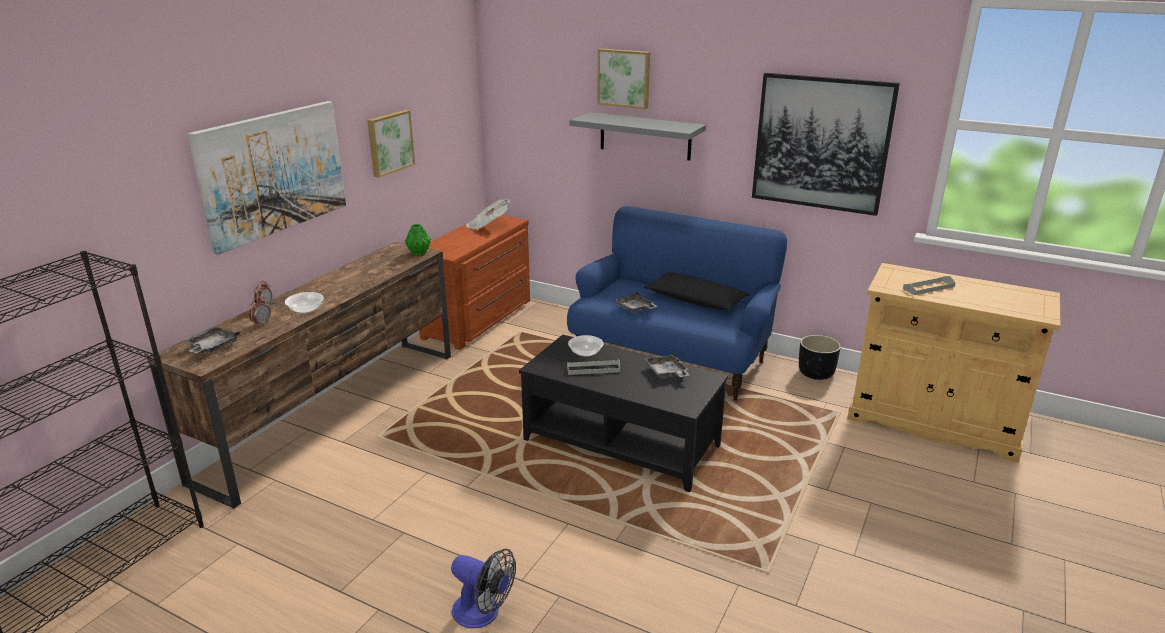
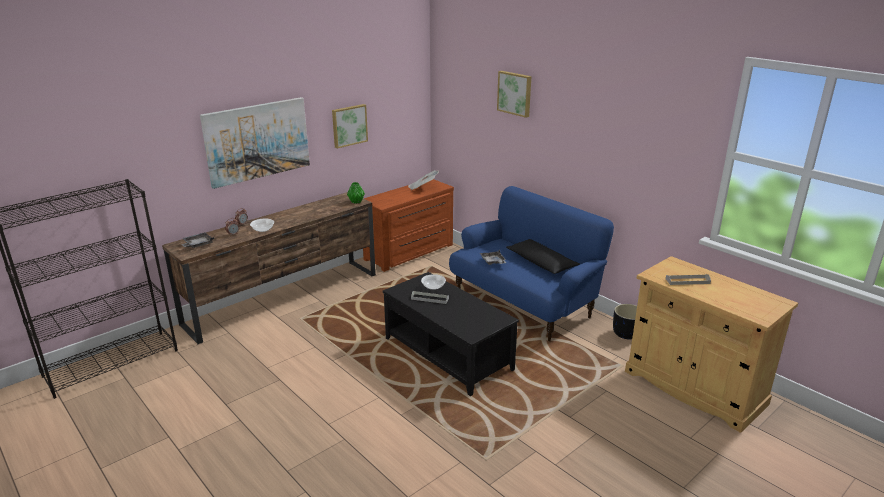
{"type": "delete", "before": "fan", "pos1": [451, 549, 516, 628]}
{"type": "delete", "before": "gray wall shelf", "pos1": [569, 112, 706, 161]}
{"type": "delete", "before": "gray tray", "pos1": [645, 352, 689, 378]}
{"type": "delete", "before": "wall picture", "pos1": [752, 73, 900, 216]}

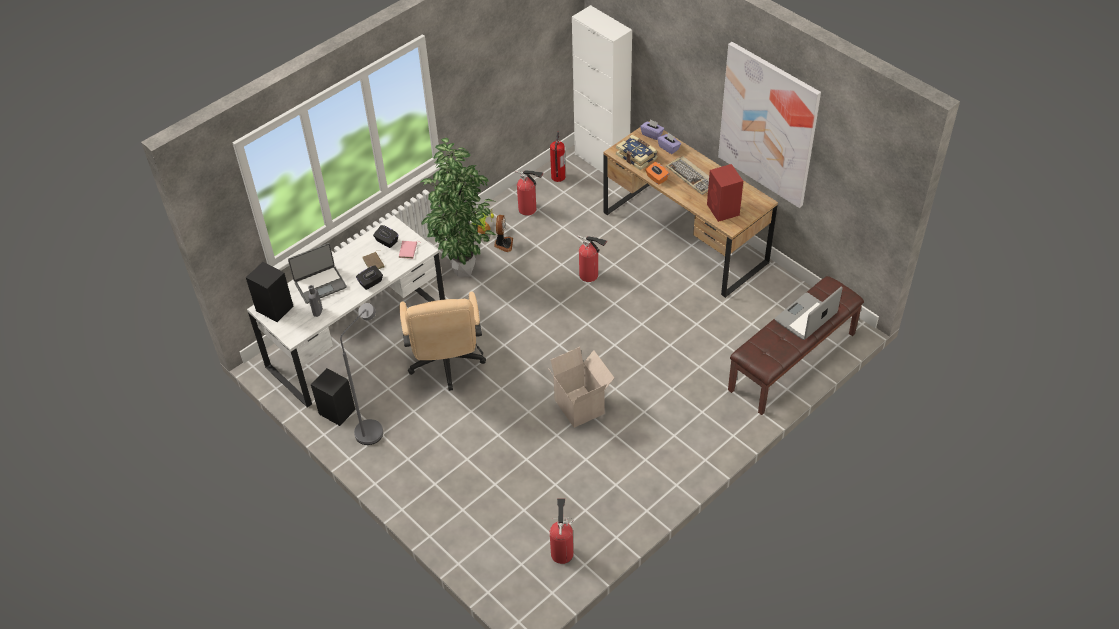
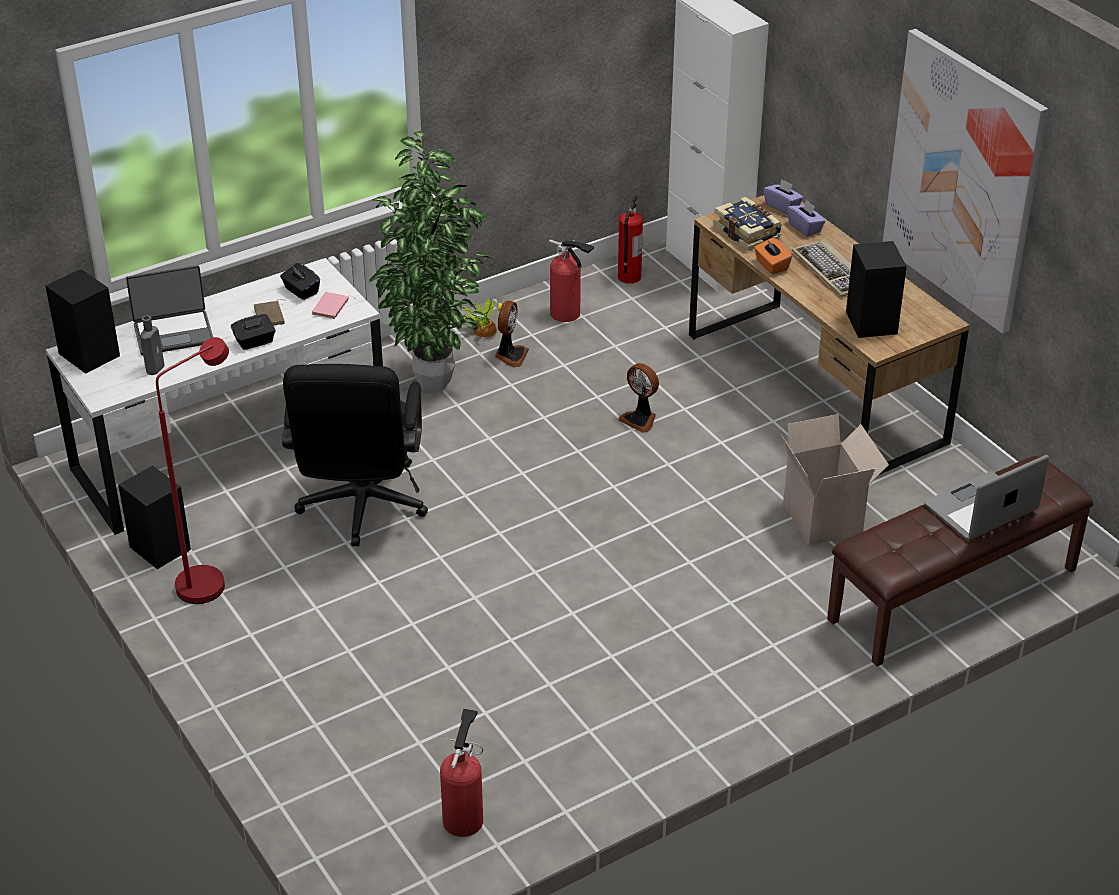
{"type": "recolor", "before": "gray floor lamp", "after": "red floor lamp", "pos1": [340, 303, 383, 445], "pos2": [156, 337, 229, 604]}
{"type": "recolor", "before": "sand-coloured office chair", "after": "blackish office chair", "pos1": [400, 291, 486, 391], "pos2": [282, 364, 428, 546]}
{"type": "replace", "before": "fire extinguisher", "after": "fan", "pos1": [577, 235, 607, 282], "pos2": [618, 363, 659, 433]}
{"type": "move", "before": "packing box", "pos1": [548, 347, 614, 428], "pos2": [781, 414, 889, 545]}
{"type": "recolor", "before": "red speaker", "after": "blackish speaker", "pos1": [707, 164, 743, 222], "pos2": [846, 241, 907, 338]}

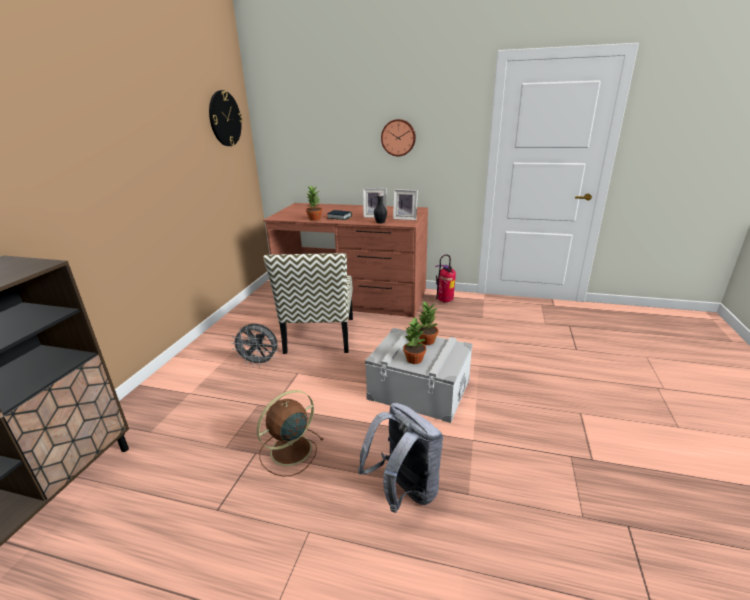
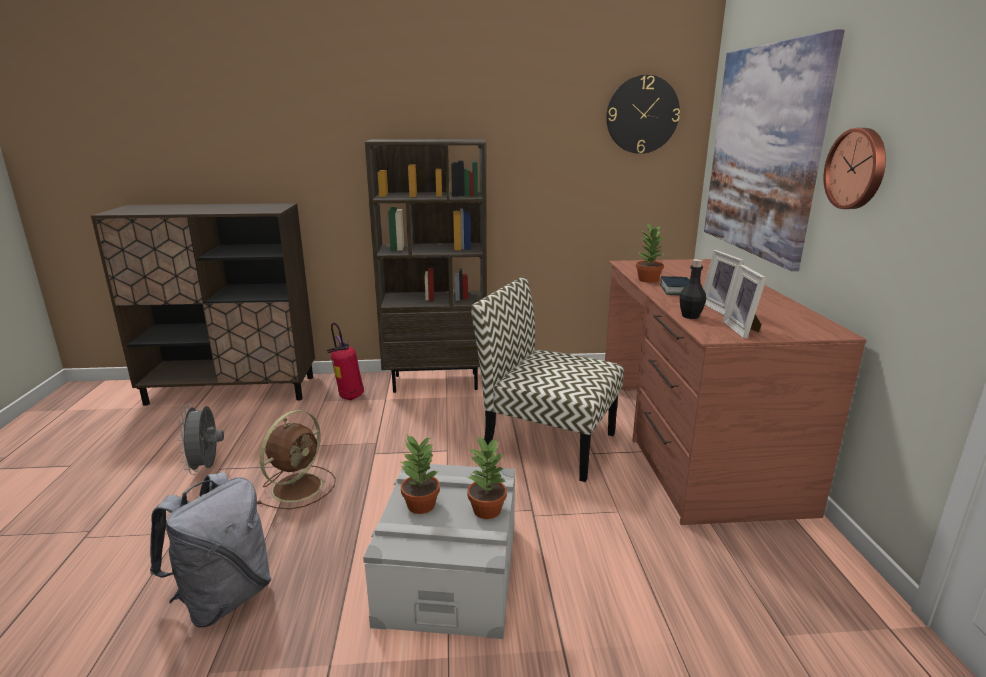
{"type": "move", "before": "gray fan", "pos1": [231, 324, 278, 367], "pos2": [177, 403, 224, 475]}
{"type": "rotate", "before": "brownish fan", "pos1": [257, 390, 324, 477], "pos2": [257, 410, 336, 509], "turn": 90}
{"type": "move", "before": "fire extinguisher", "pos1": [435, 255, 456, 303], "pos2": [327, 323, 364, 400]}
{"type": "insert", "after": "brownish shelving unit", "pos2": [365, 139, 487, 393]}
{"type": "rotate", "before": "chair", "pos1": [263, 253, 353, 354], "pos2": [471, 277, 624, 482], "turn": 45}
{"type": "insert", "after": "wall picture", "pos2": [704, 29, 844, 271]}

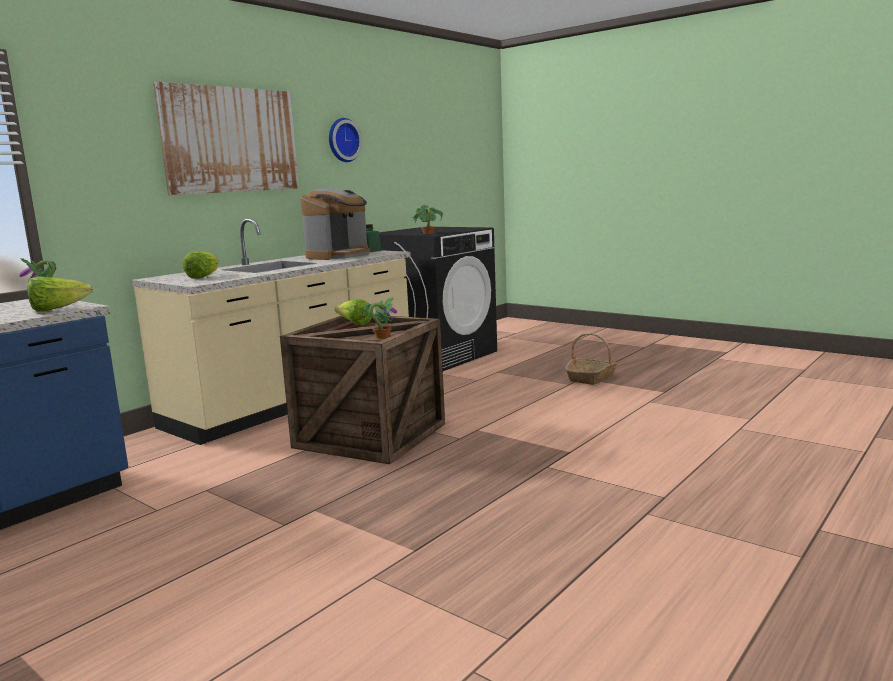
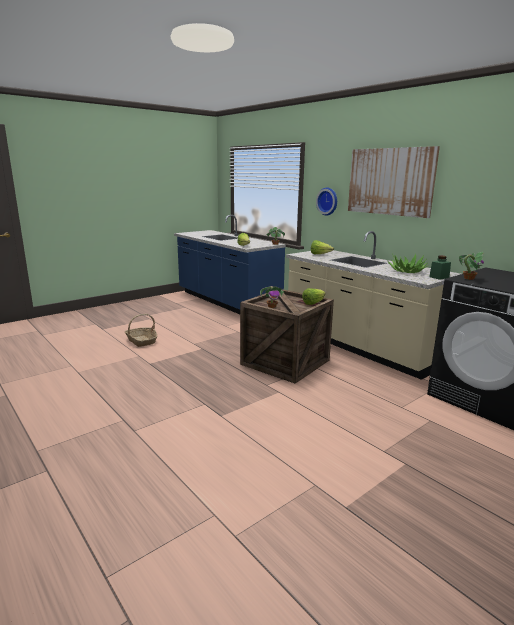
{"type": "move", "before": "storage basket", "pos1": [565, 333, 617, 385], "pos2": [125, 314, 157, 347]}
{"type": "move", "before": "wall clock", "pos1": [329, 118, 362, 162], "pos2": [316, 188, 337, 216]}
{"type": "replace", "before": "coffee brewer", "after": "plant in a pot", "pos1": [300, 188, 370, 260], "pos2": [388, 253, 429, 273]}

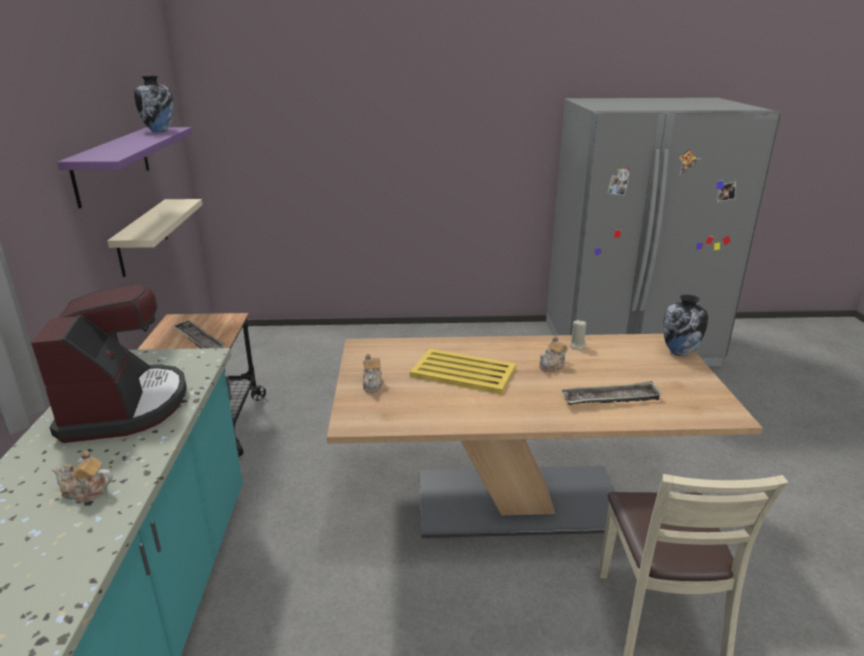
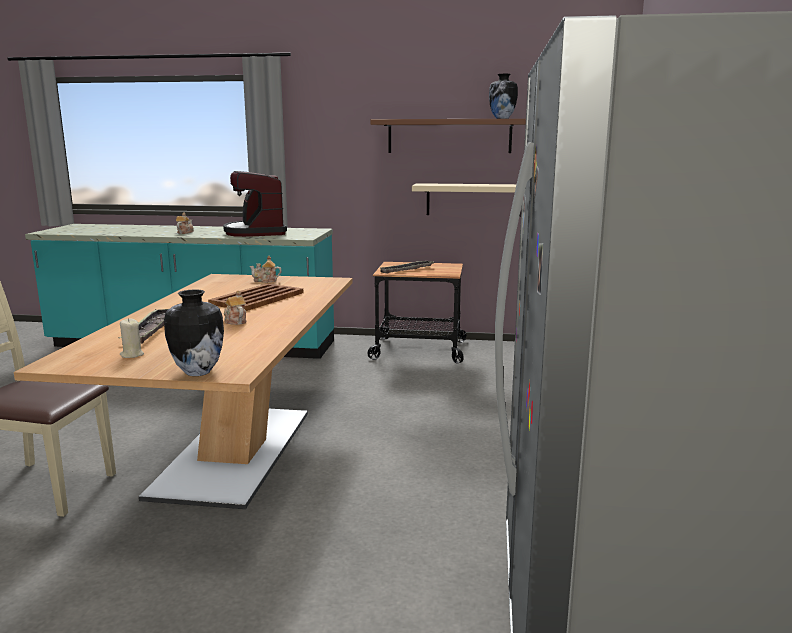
{"type": "move", "before": "sand-coloured wax light", "pos1": [569, 320, 586, 350], "pos2": [120, 318, 144, 358]}
{"type": "recolor", "before": "yellow-coloured tray", "after": "brownish tray", "pos1": [410, 349, 516, 394], "pos2": [208, 283, 303, 311]}
{"type": "rotate", "before": "coffee brewer", "pos1": [31, 283, 187, 443], "pos2": [223, 171, 287, 237], "turn": 75}
{"type": "recolor", "before": "purple wall shelf", "after": "brownish wall shelf", "pos1": [57, 127, 192, 209], "pos2": [370, 119, 526, 153]}

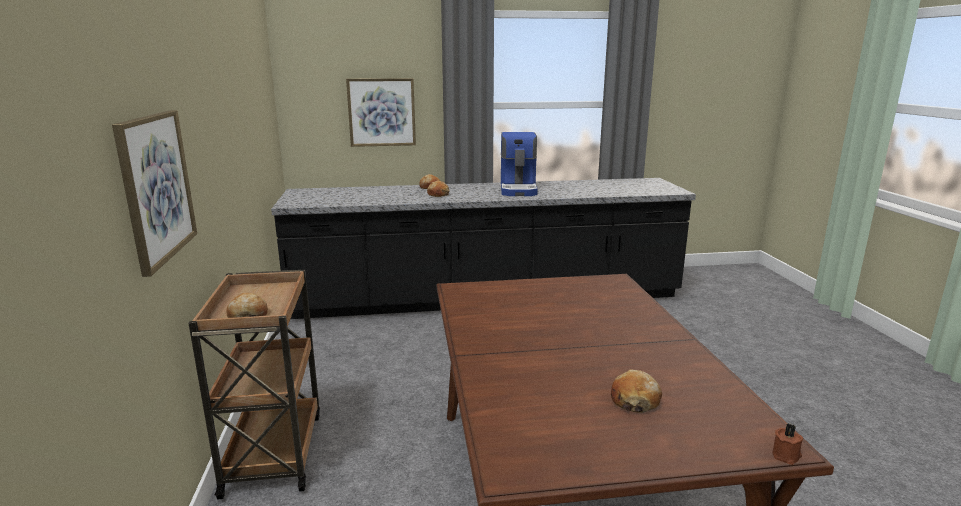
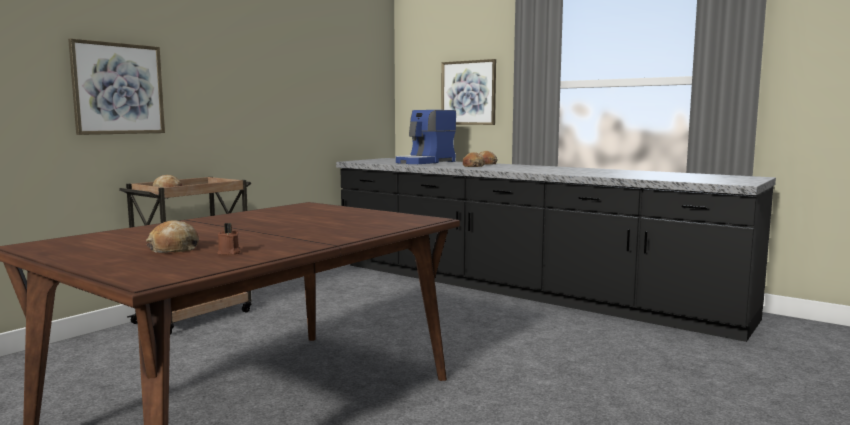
{"type": "move", "before": "brownish wax light", "pos1": [772, 424, 803, 465], "pos2": [218, 223, 240, 254]}
{"type": "move", "before": "coffee brewer", "pos1": [501, 132, 538, 196], "pos2": [396, 110, 456, 164]}

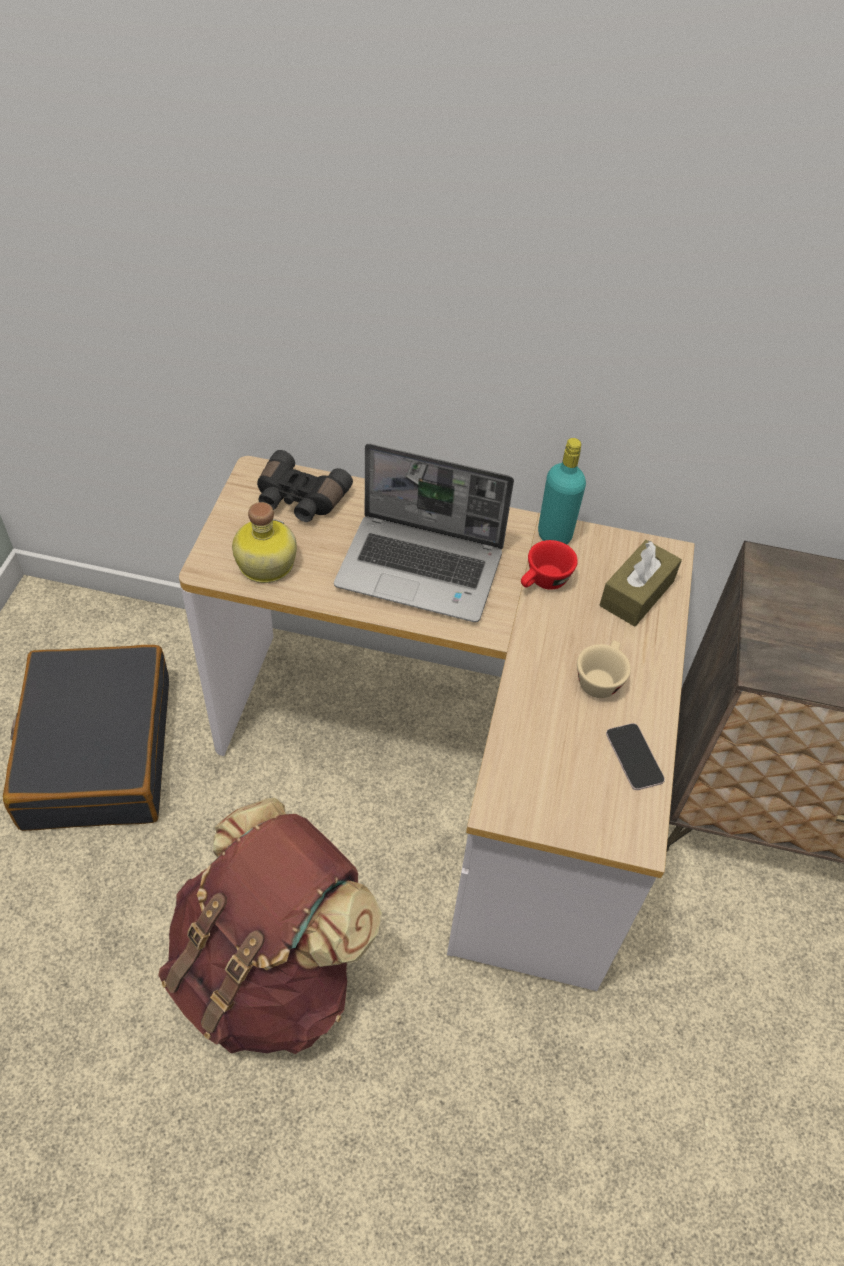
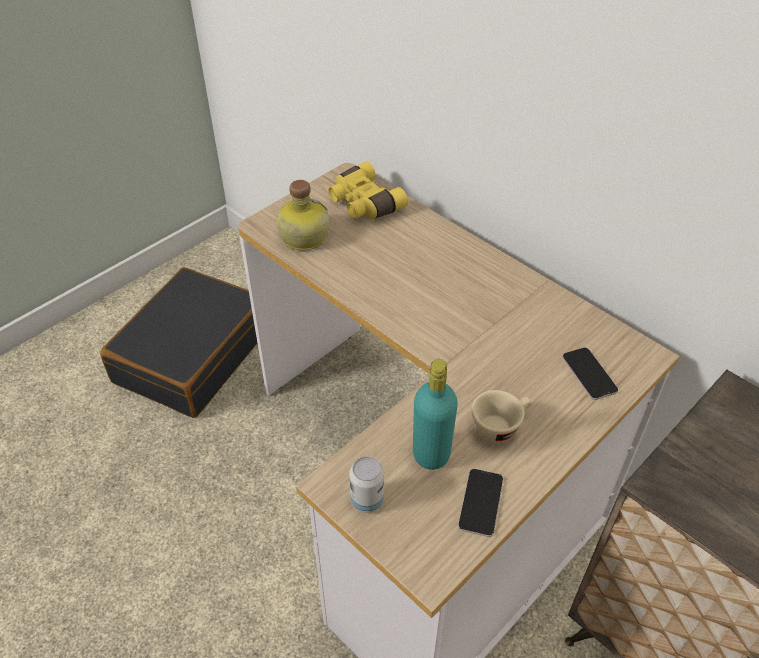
{"type": "recolor", "before": "blackish binoculars", "after": "yellow-coloured binoculars", "pos1": [257, 450, 353, 522], "pos2": [329, 162, 408, 219]}
{"type": "insert", "after": "metal can", "pos2": [349, 457, 384, 513]}
{"type": "move", "before": "turquoise drink bottle", "pos1": [538, 438, 586, 544], "pos2": [413, 359, 458, 470]}
{"type": "replace", "before": "brownish tissue box", "after": "telephone", "pos1": [600, 540, 682, 626], "pos2": [562, 347, 619, 400]}
{"type": "delete", "before": "brownish knapsack", "pos1": [158, 798, 382, 1054]}
{"type": "delete", "before": "portable computer", "pos1": [334, 443, 514, 622]}
{"type": "delete", "before": "red small cup", "pos1": [521, 540, 578, 590]}

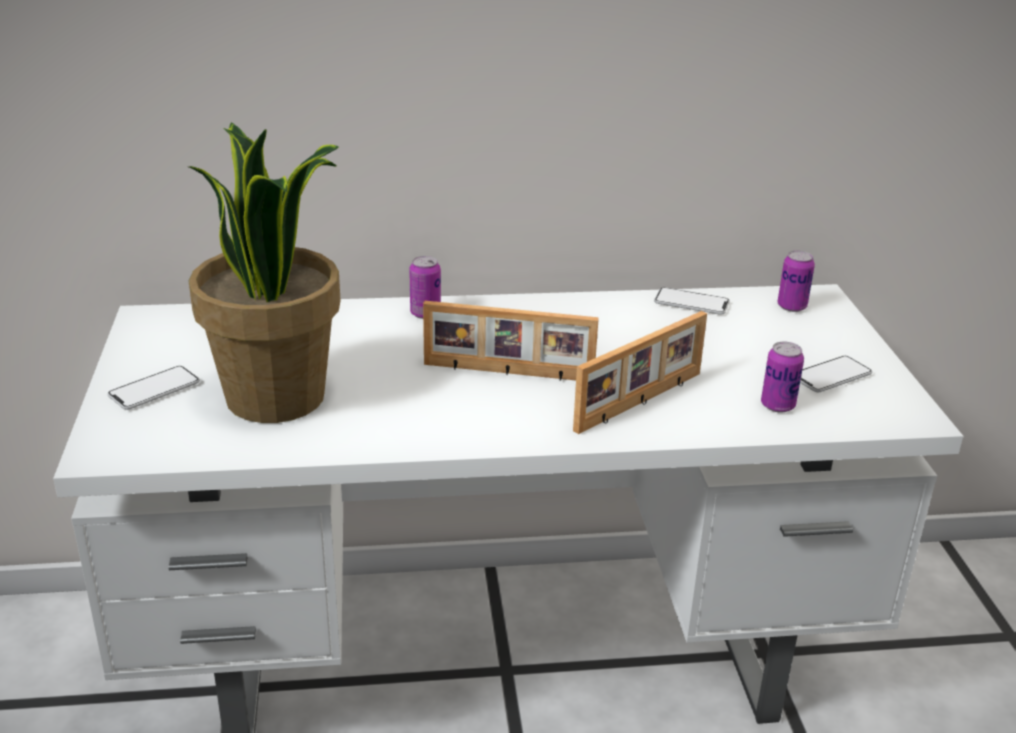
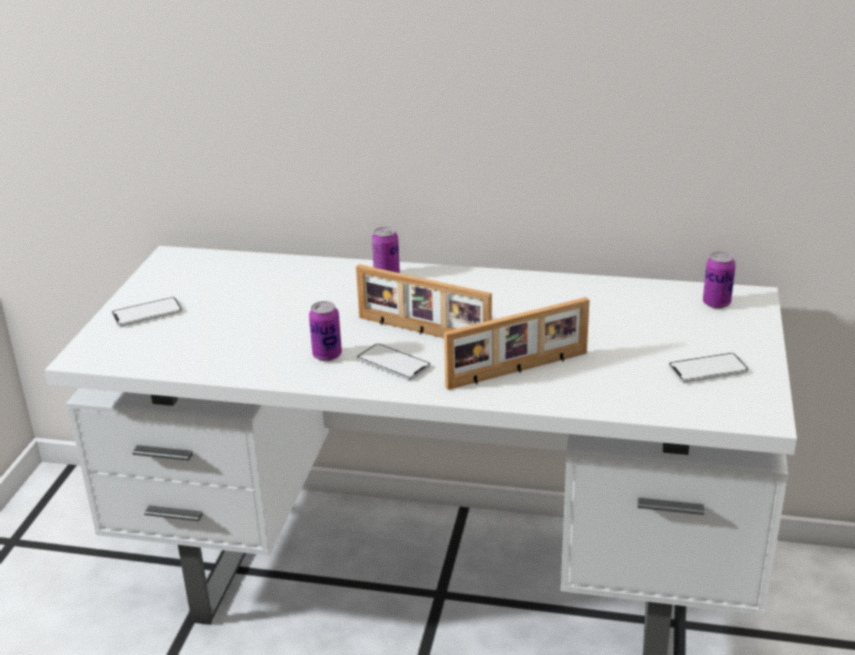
{"type": "move", "before": "metal can", "pos1": [761, 342, 804, 412], "pos2": [309, 301, 342, 361]}
{"type": "move", "before": "telephone", "pos1": [654, 287, 730, 315], "pos2": [357, 344, 431, 380]}
{"type": "delete", "before": "plant in a pot", "pos1": [189, 122, 341, 423]}

